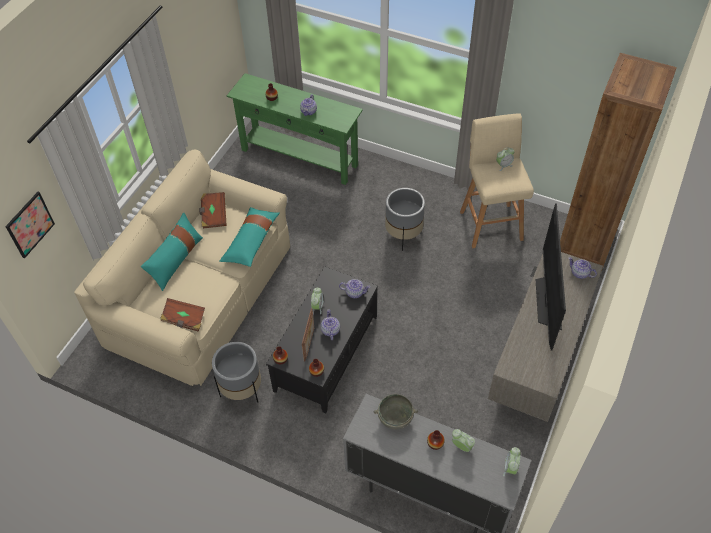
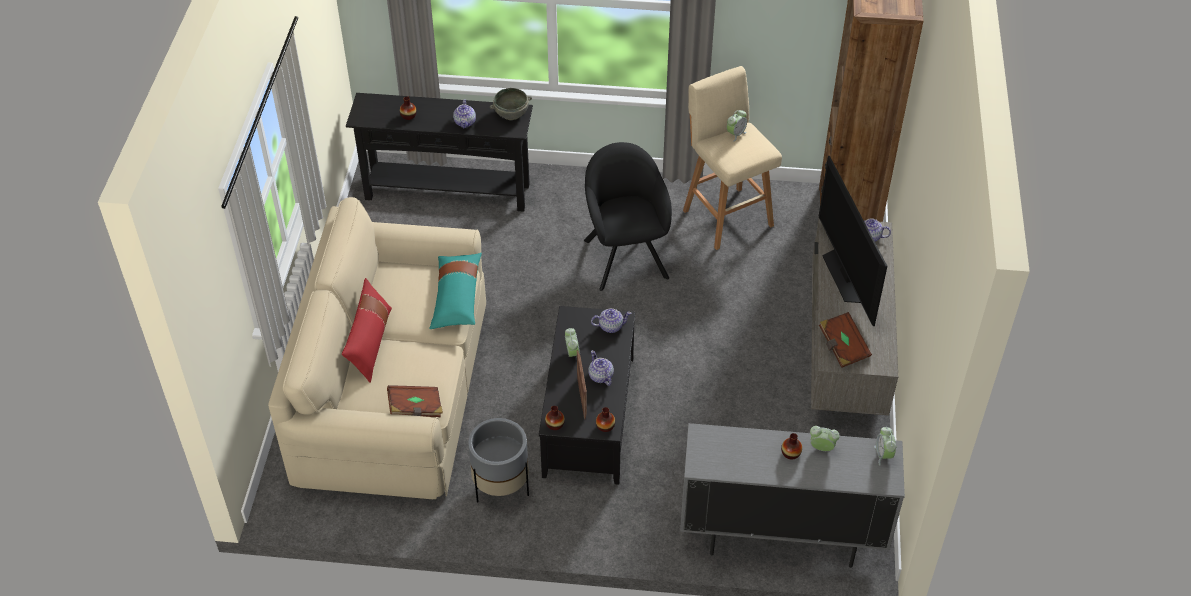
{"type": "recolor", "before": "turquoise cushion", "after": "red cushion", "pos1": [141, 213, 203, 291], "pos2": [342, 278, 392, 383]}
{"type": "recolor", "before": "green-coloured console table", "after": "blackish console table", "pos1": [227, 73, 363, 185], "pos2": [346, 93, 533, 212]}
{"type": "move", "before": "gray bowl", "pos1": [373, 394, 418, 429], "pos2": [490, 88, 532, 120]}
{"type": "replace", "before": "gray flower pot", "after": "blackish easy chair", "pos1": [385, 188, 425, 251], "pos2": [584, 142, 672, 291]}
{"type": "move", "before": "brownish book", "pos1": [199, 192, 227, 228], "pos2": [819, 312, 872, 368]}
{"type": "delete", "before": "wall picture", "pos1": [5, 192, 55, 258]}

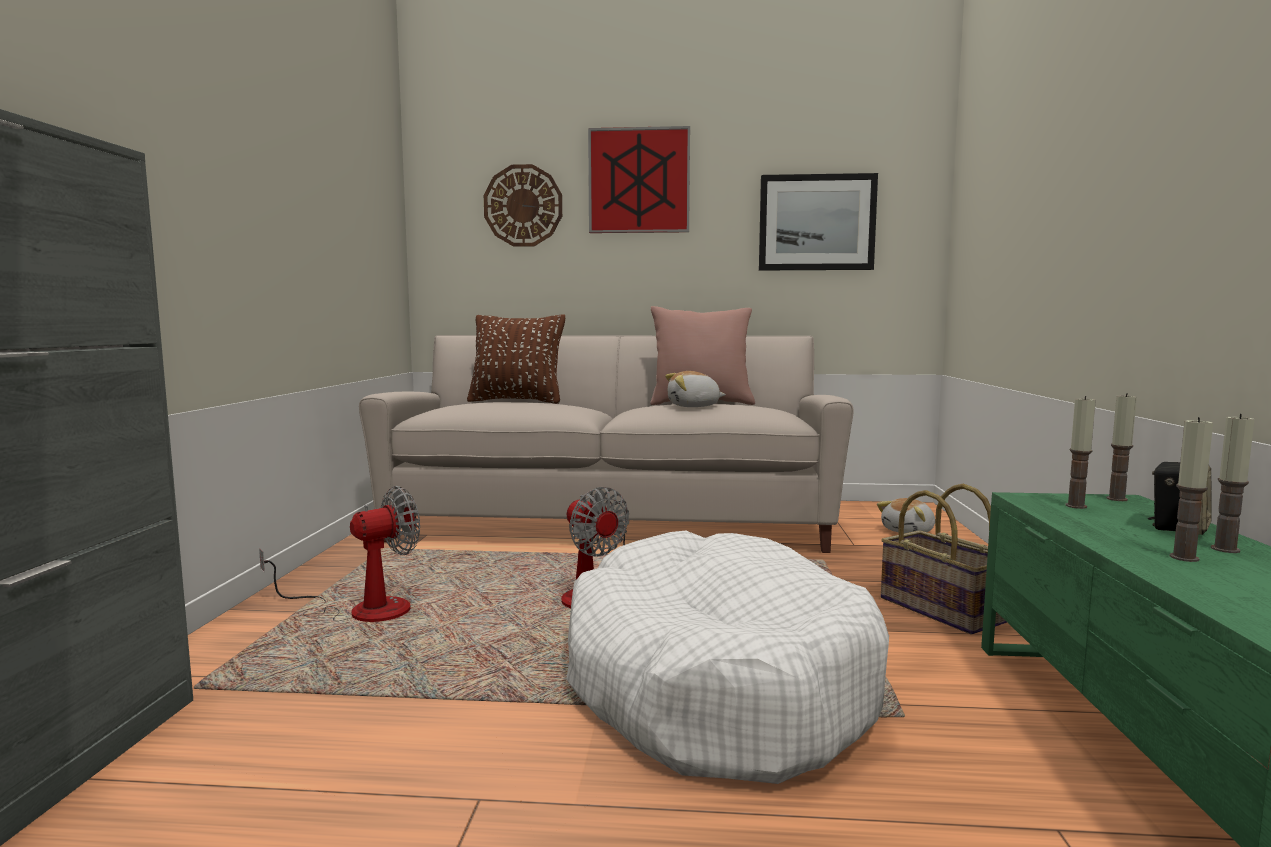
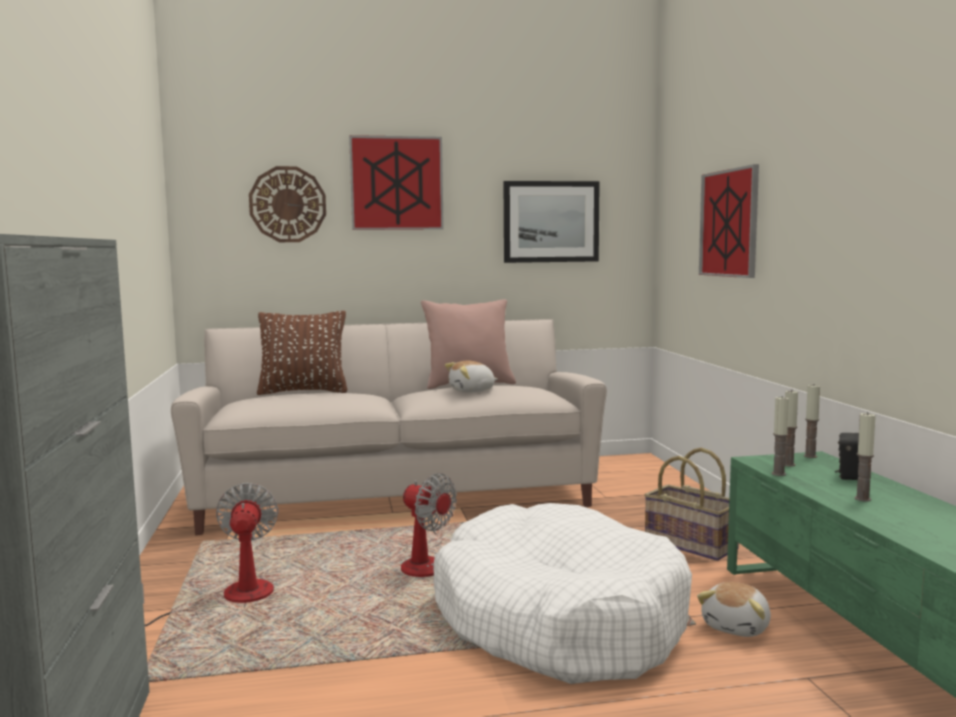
{"type": "rotate", "before": "fan", "pos1": [259, 486, 420, 622], "pos2": [142, 483, 279, 626], "turn": -45}
{"type": "move", "before": "plush toy", "pos1": [877, 498, 935, 533], "pos2": [697, 582, 771, 637]}
{"type": "insert", "after": "wall picture", "pos2": [699, 164, 759, 278]}
{"type": "move", "before": "wax light", "pos1": [1211, 414, 1254, 553], "pos2": [772, 396, 789, 476]}

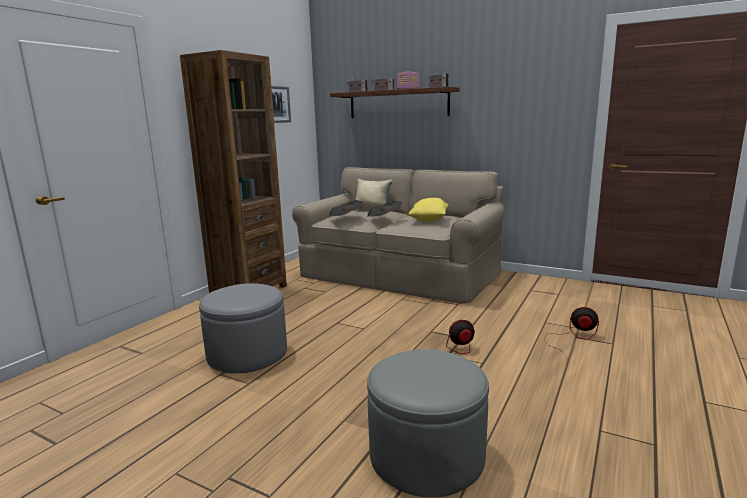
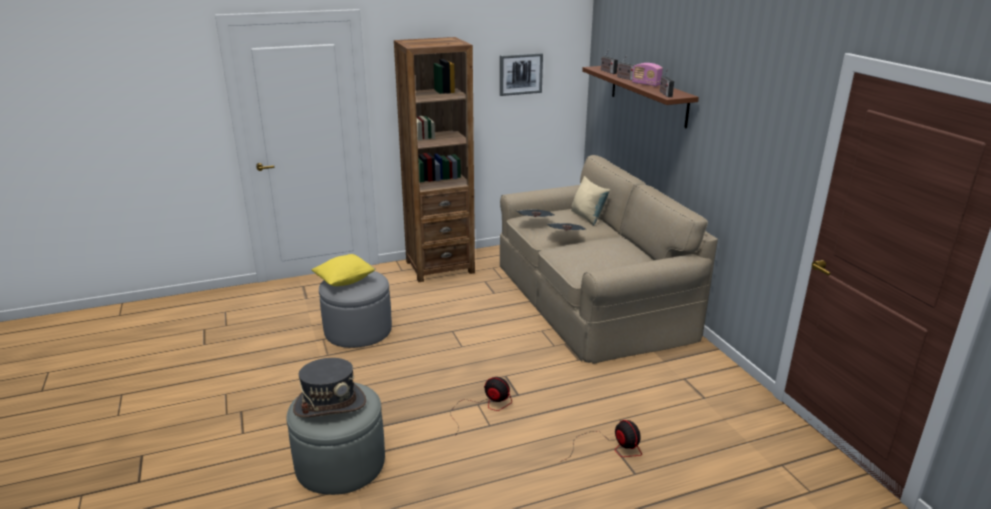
{"type": "insert", "after": "gray clothing hat", "pos2": [293, 358, 366, 418]}
{"type": "move", "before": "yellow-coloured cushion", "pos1": [408, 198, 449, 222], "pos2": [311, 254, 376, 286]}

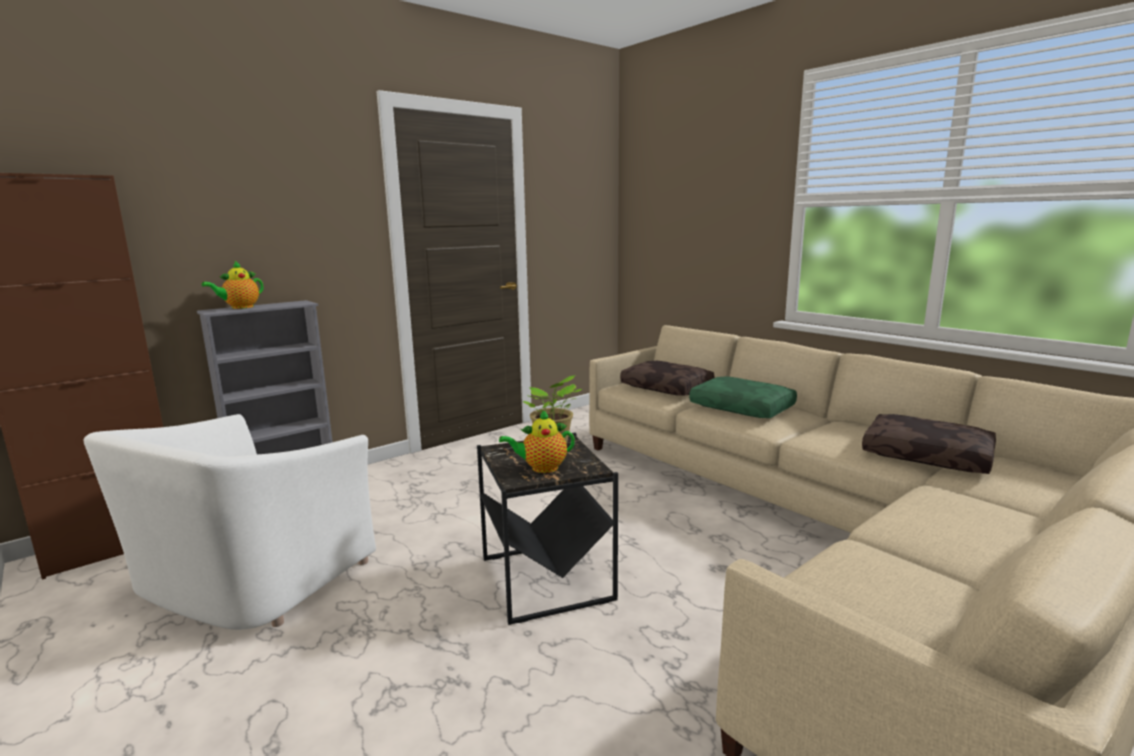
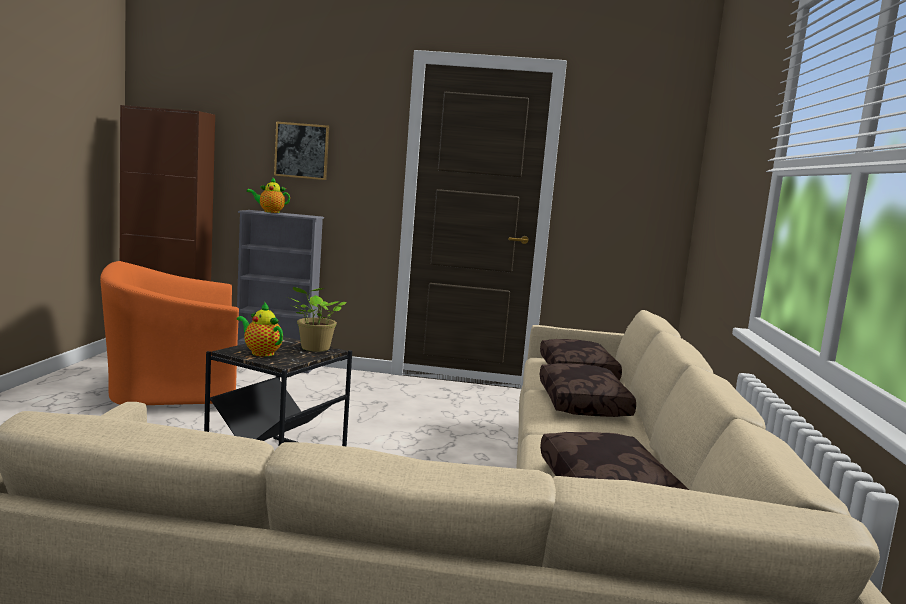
{"type": "recolor", "before": "white-coloured easy chair", "after": "orange-coloured easy chair", "pos1": [84, 414, 376, 630], "pos2": [100, 261, 239, 405]}
{"type": "insert", "after": "wall picture", "pos2": [274, 121, 329, 180]}
{"type": "recolor", "before": "green-coloured cushion", "after": "brownish cushion", "pos1": [689, 376, 797, 418], "pos2": [540, 363, 636, 417]}

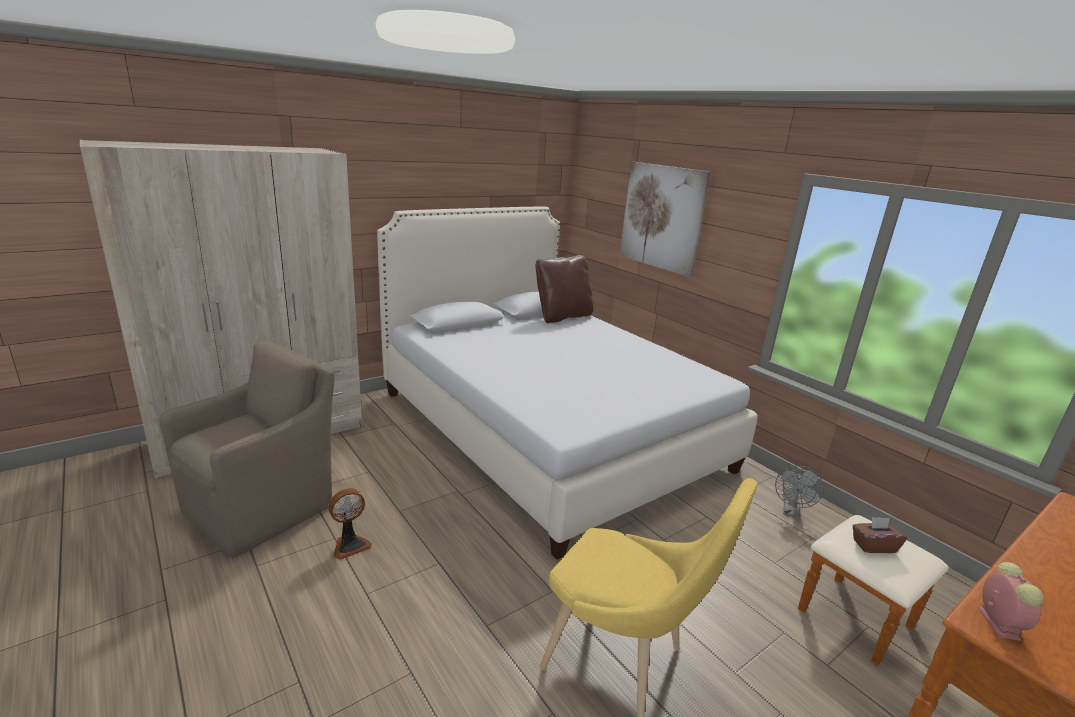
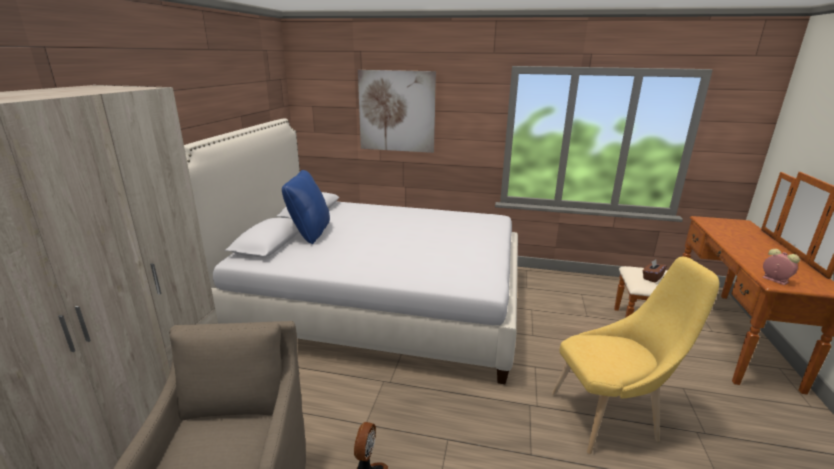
{"type": "insert", "after": "blue-coloured cushion", "pos2": [282, 170, 330, 244]}
{"type": "delete", "before": "brownish cushion", "pos1": [536, 255, 594, 323]}
{"type": "delete", "before": "gray fan", "pos1": [775, 466, 824, 519]}

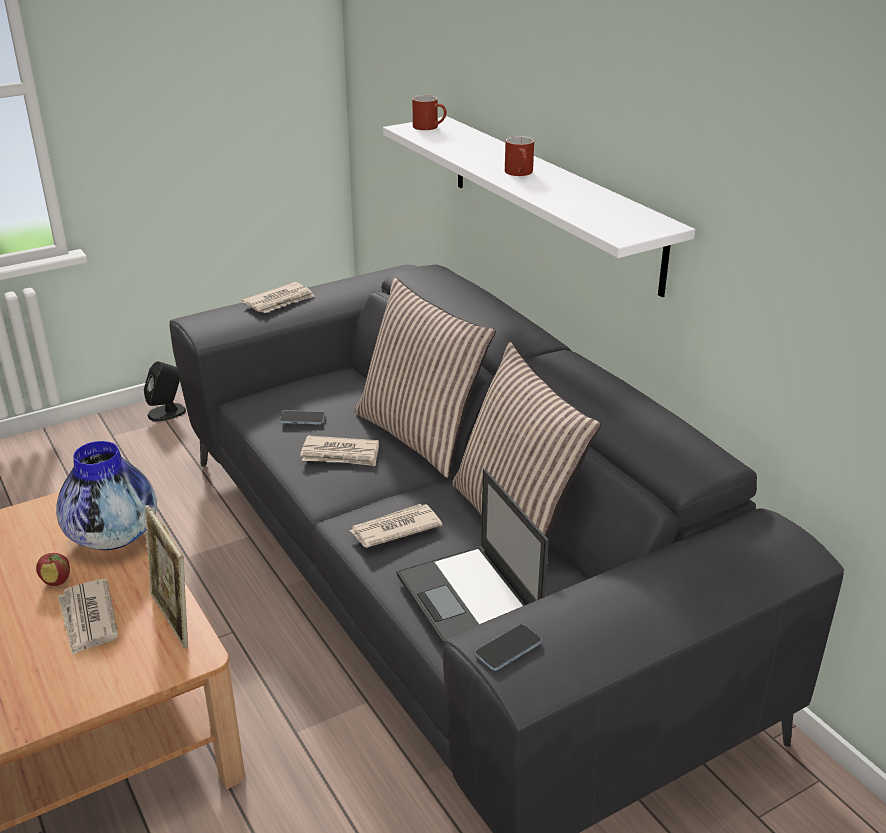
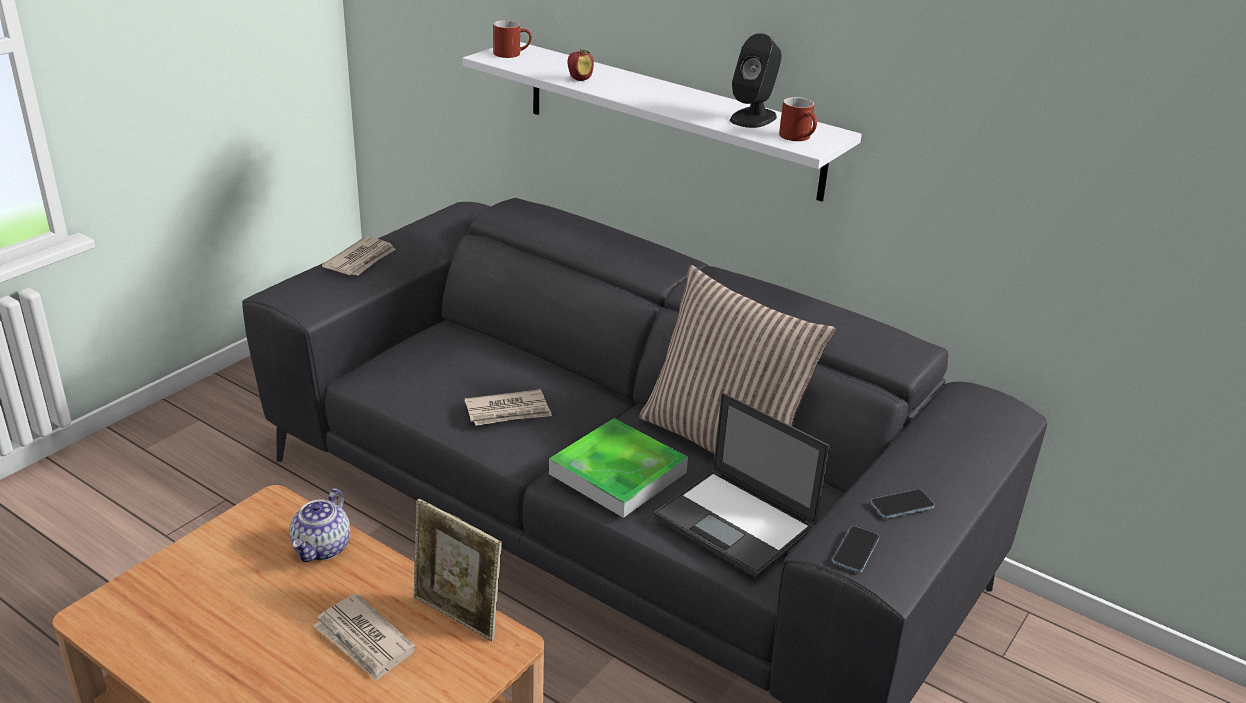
{"type": "replace", "before": "vase", "after": "teapot", "pos1": [56, 441, 157, 550], "pos2": [290, 488, 350, 562]}
{"type": "replace", "before": "daily paper", "after": "tray", "pos1": [349, 504, 442, 548], "pos2": [549, 418, 688, 518]}
{"type": "move", "before": "apple fruit", "pos1": [36, 553, 70, 586], "pos2": [567, 49, 594, 81]}
{"type": "move", "before": "blackish speaker", "pos1": [144, 361, 186, 421], "pos2": [730, 33, 782, 128]}
{"type": "move", "before": "red mug", "pos1": [505, 136, 534, 176], "pos2": [779, 97, 817, 141]}
{"type": "move", "before": "telephone", "pos1": [280, 411, 325, 424], "pos2": [870, 489, 935, 519]}
{"type": "delete", "before": "cushion", "pos1": [355, 277, 496, 477]}

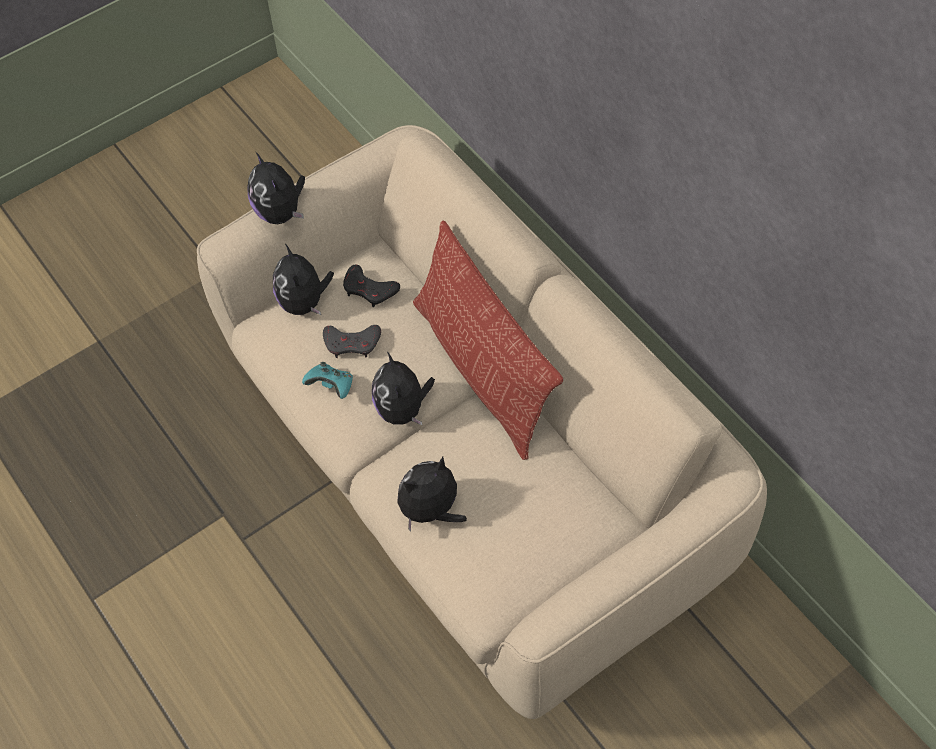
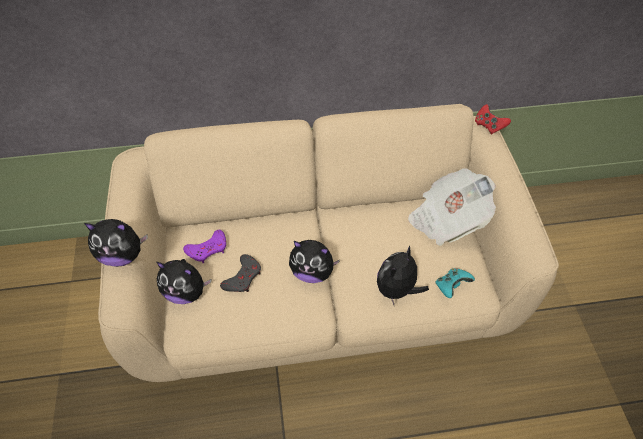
{"type": "recolor", "before": "blackish game controller", "after": "purple game controller", "pos1": [343, 265, 400, 307], "pos2": [183, 230, 226, 263]}
{"type": "rotate", "before": "plush toy", "pos1": [397, 457, 467, 532], "pos2": [377, 245, 429, 305], "turn": 45}
{"type": "insert", "after": "daily paper", "pos2": [408, 169, 496, 246]}
{"type": "move", "before": "turquoise game controller", "pos1": [302, 362, 353, 399], "pos2": [435, 268, 475, 298]}
{"type": "insert", "after": "red game controller", "pos2": [475, 104, 511, 135]}
{"type": "delete", "before": "cushion", "pos1": [413, 220, 563, 460]}

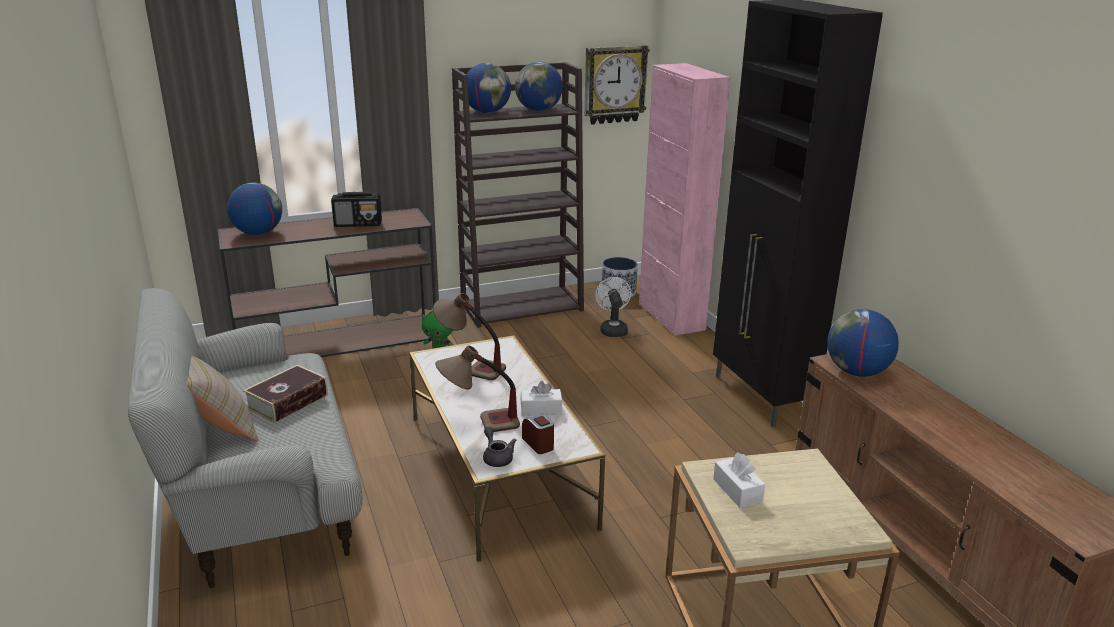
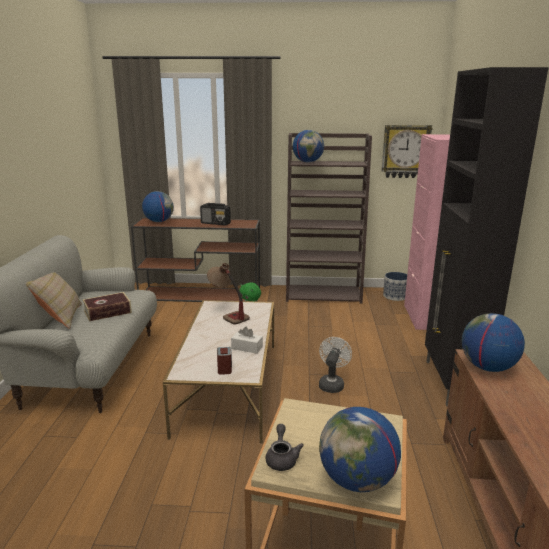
{"type": "move", "before": "gray teapot", "pos1": [483, 427, 516, 467], "pos2": [266, 424, 304, 471]}
{"type": "move", "before": "white-coloured fan", "pos1": [595, 277, 631, 337], "pos2": [319, 337, 352, 393]}
{"type": "move", "before": "globe", "pos1": [515, 62, 563, 111], "pos2": [319, 407, 401, 492]}
{"type": "delete", "before": "tabletop lamp", "pos1": [435, 345, 520, 432]}
{"type": "delete", "before": "white-coloured tissue box", "pos1": [713, 452, 765, 508]}

